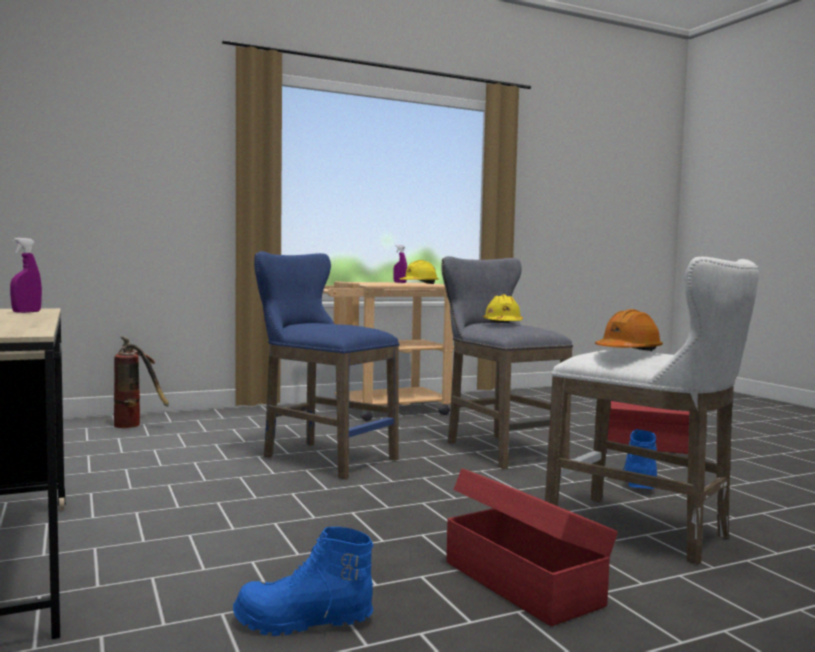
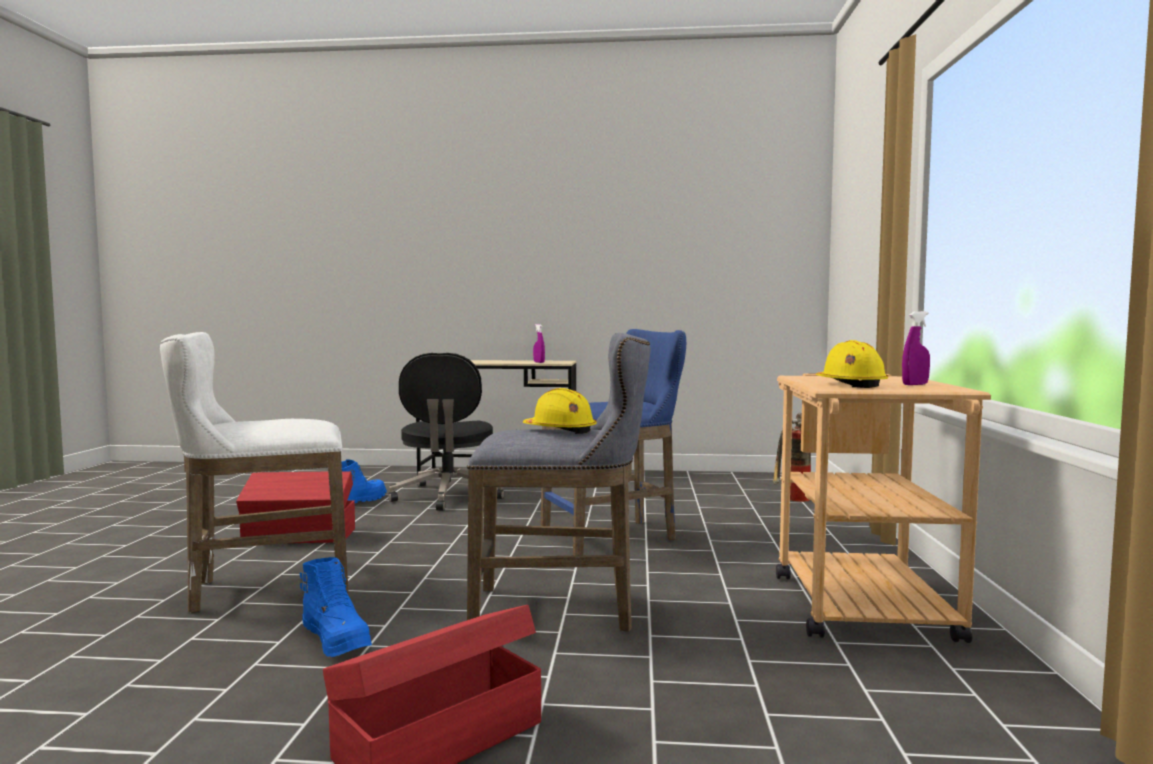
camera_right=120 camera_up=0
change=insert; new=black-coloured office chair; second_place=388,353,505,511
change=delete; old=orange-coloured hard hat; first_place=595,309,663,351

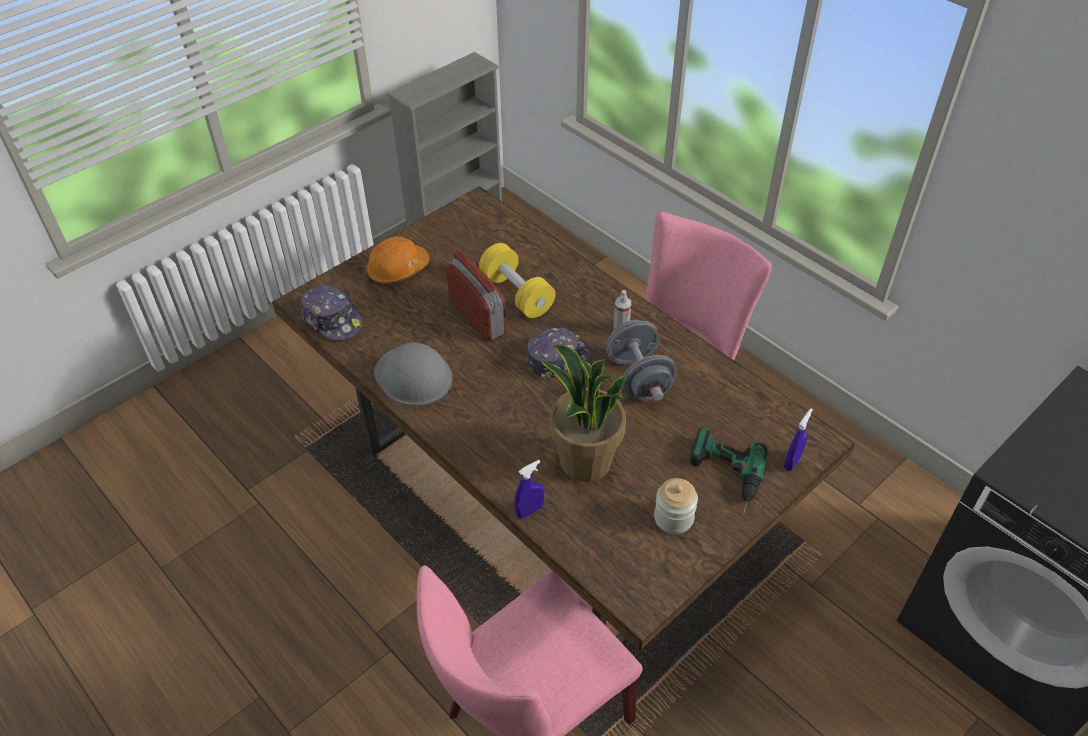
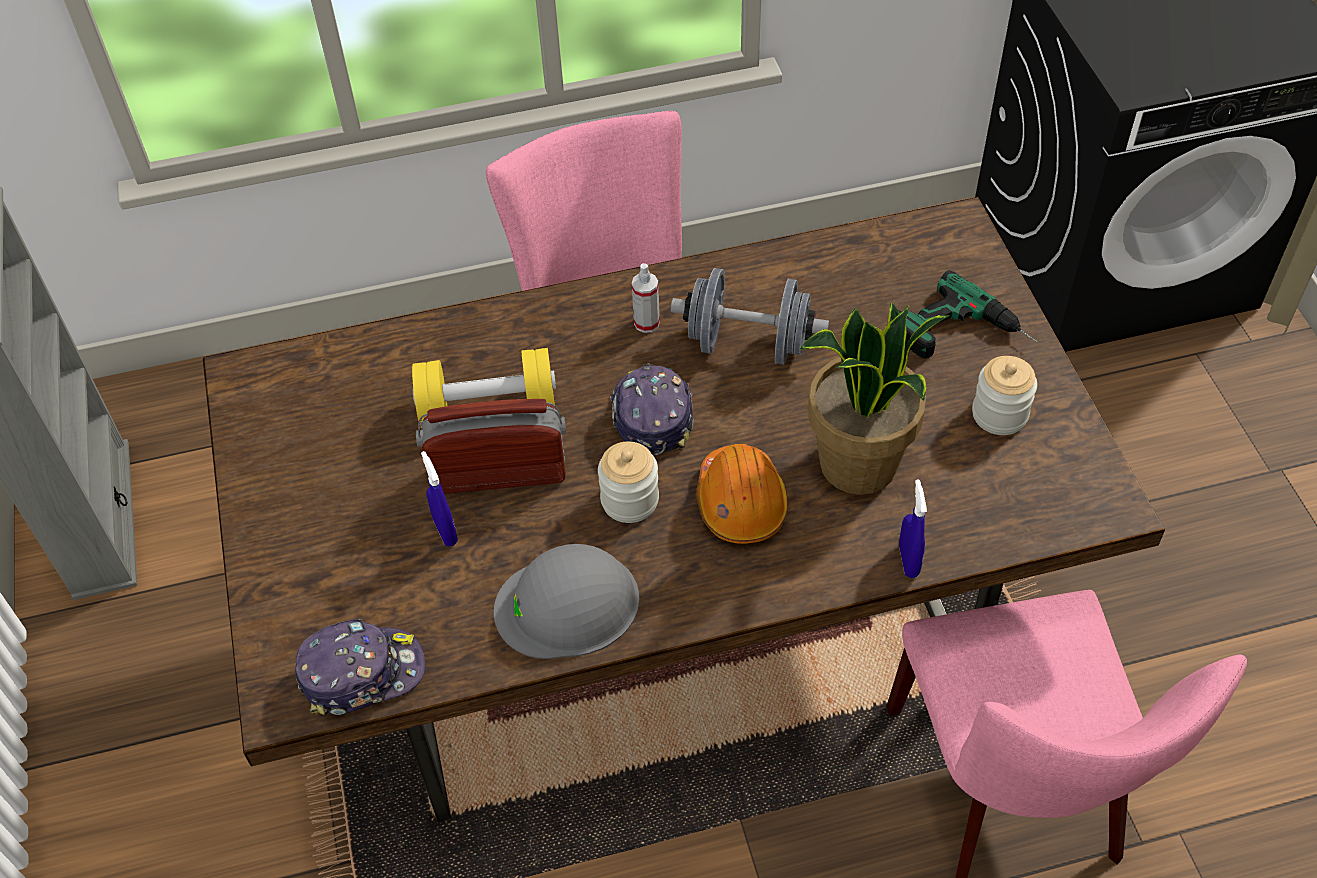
camera_right=-60 camera_up=5
change=move; old=blue-coloured hand sprayer; first_place=784,408,813,471; second_place=421,451,458,546
change=insert; new=storage jar; second_place=598,441,659,523
change=move; old=orange-coloured hard hat; first_place=366,236,429,284; second_place=697,444,788,544

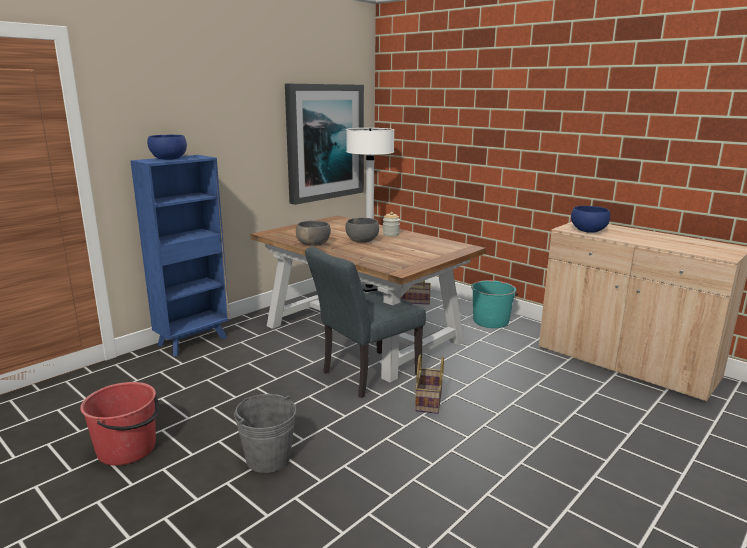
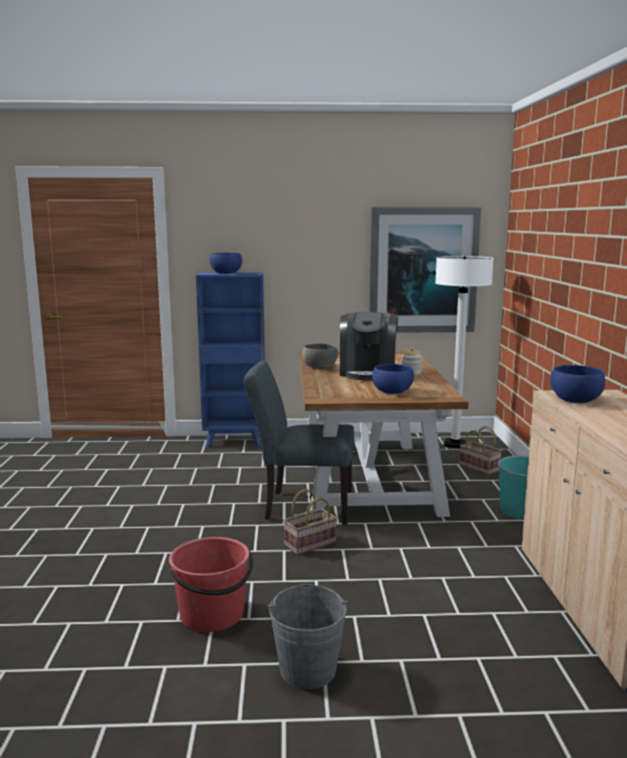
camera_right=45 camera_up=-5
change=move; old=red-coloured water bucket; first_place=80,382,159,465; second_place=169,537,253,632
change=move; old=greyish water bucket; first_place=234,394,296,473; second_place=268,584,347,689
change=replace; old=greyish bowl; new=coffee maker; first_place=345,218,379,243; second_place=340,312,398,381
change=insert; new=blue-coloured bowl; second_place=372,364,414,394

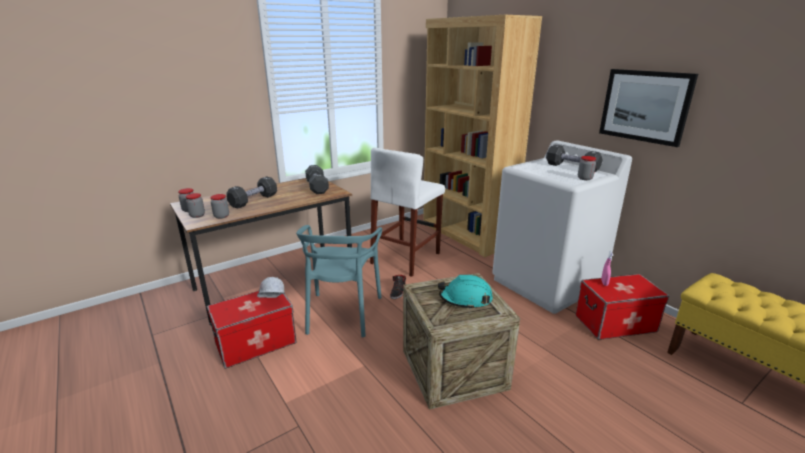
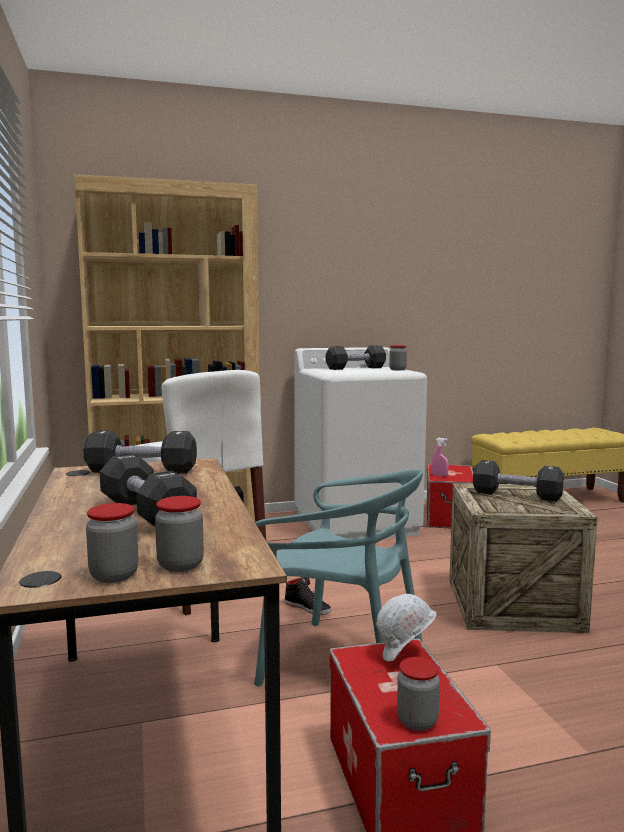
camera_right=-70 camera_up=-15
change=move; old=storage jar; first_place=210,194,229,219; second_place=397,657,440,731
change=replace; old=turquoise-coloured hard hat; new=black-coloured hand weight; first_place=438,275,493,310; second_place=473,460,564,501
change=delete; old=wall art; first_place=599,69,698,147

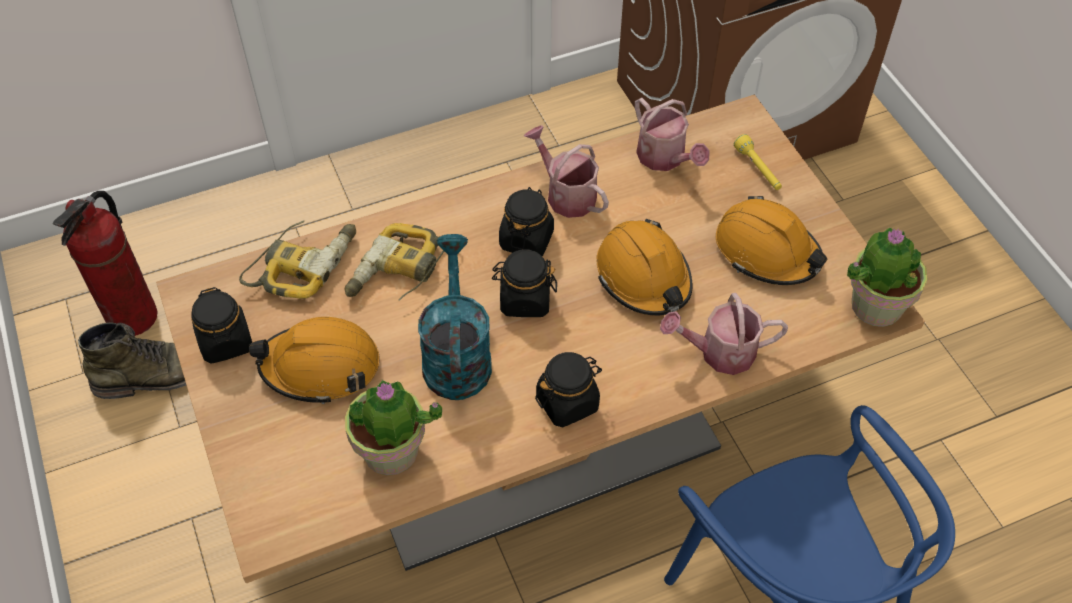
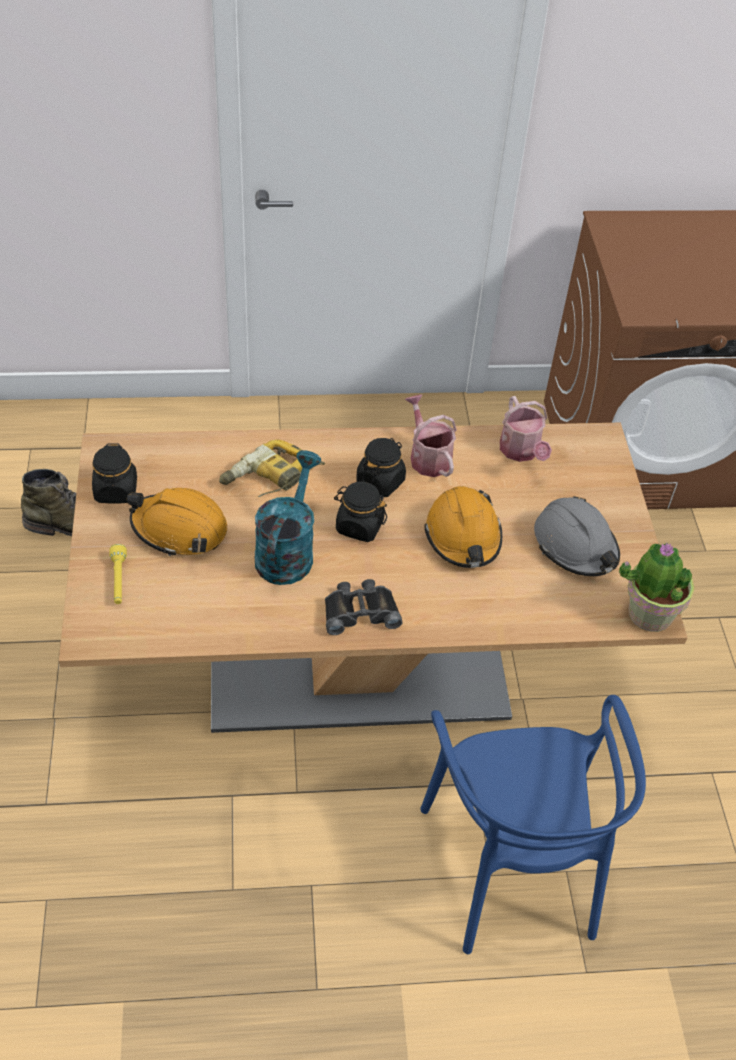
camera_right=15 camera_up=-5
change=move; old=yellow-coloured hand torch; first_place=734,134,782,190; second_place=109,544,127,604
change=replace; old=black-coloured storage jar; new=black-coloured pair of binoculars; first_place=535,352,602,427; second_place=325,579,403,635
change=recolor; old=orange-coloured hard hat; new=greyish hard hat; first_place=716,196,827,285; second_place=534,496,620,576
change=delete; old=fire-fighting cylinder; first_place=53,191,158,336
change=delete; old=power drill; first_place=239,220,356,299
change=delete; old=houseplant; first_place=345,380,442,475
change=delete; old=watering can; first_place=660,293,788,375

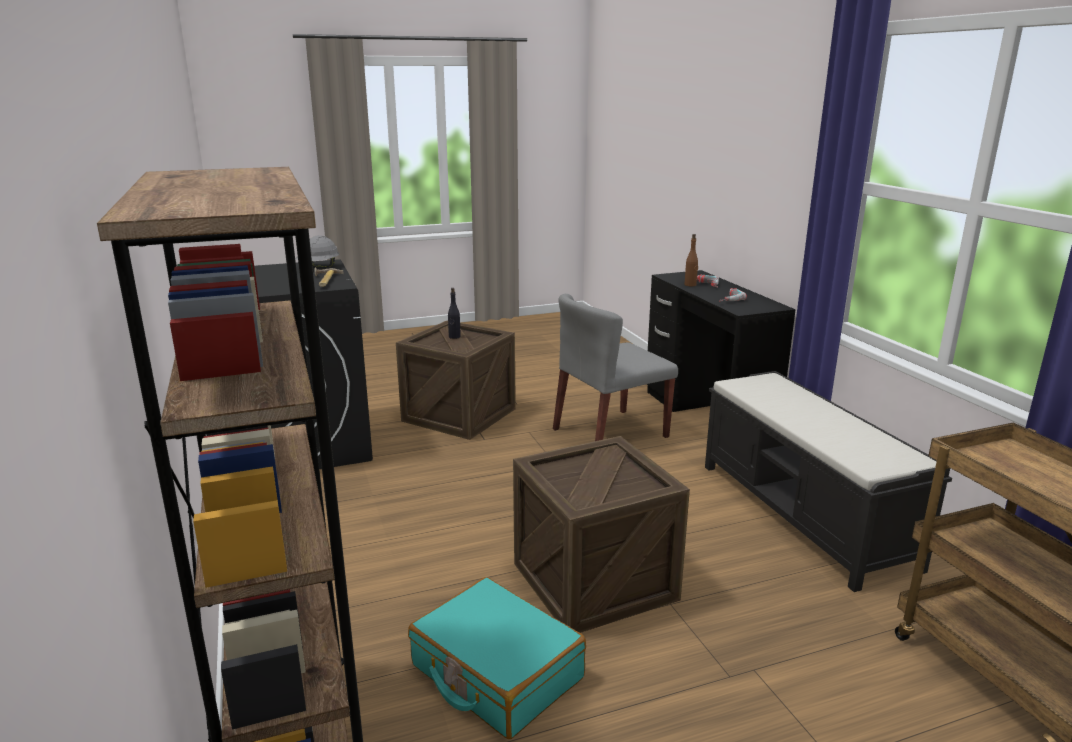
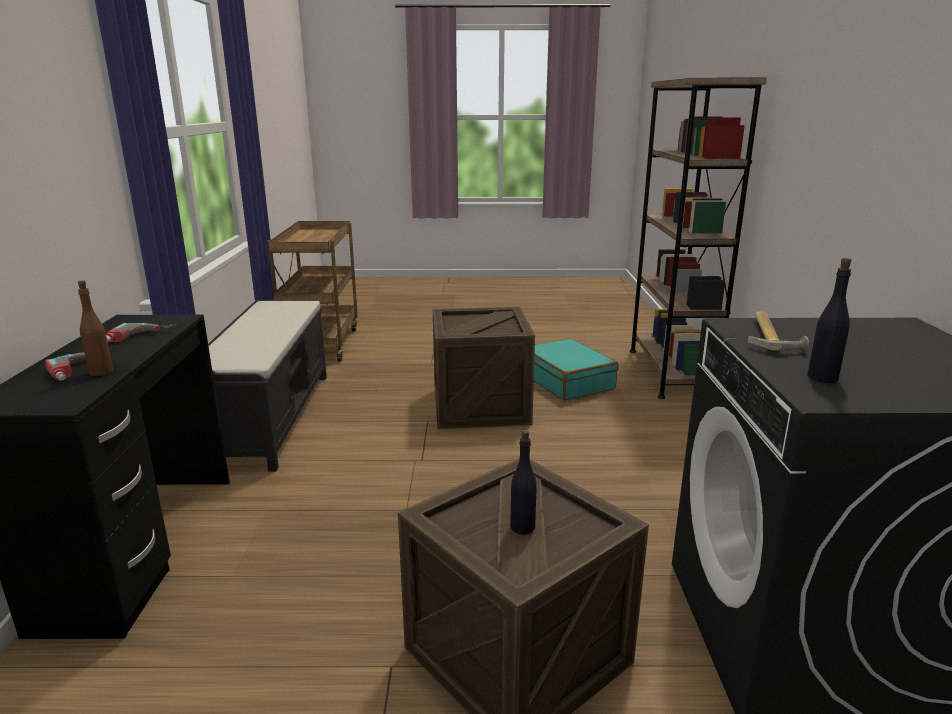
camera_right=-160 camera_up=0
change=replace; old=greyish hard hat; new=black-coloured drink bottle; first_place=296,235,339,268; second_place=807,258,851,383
change=delete; old=greyish upright chair; first_place=553,294,678,441

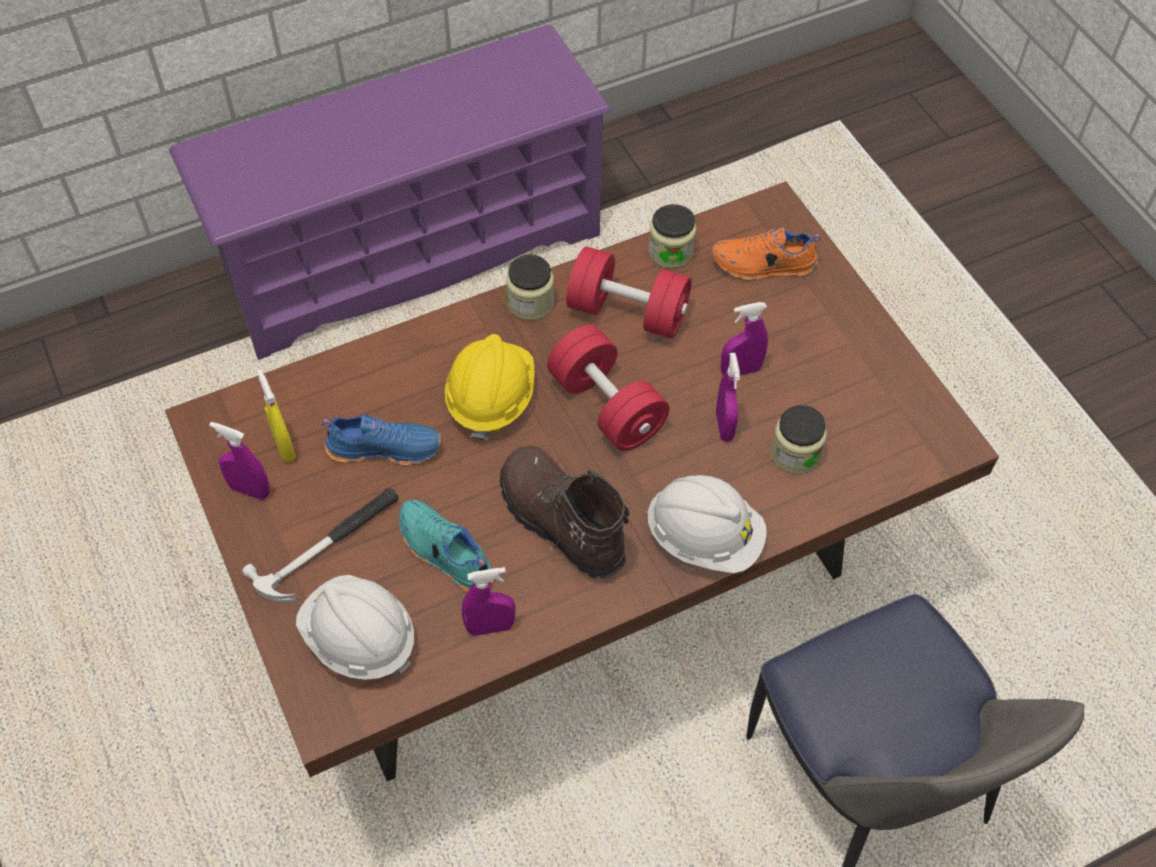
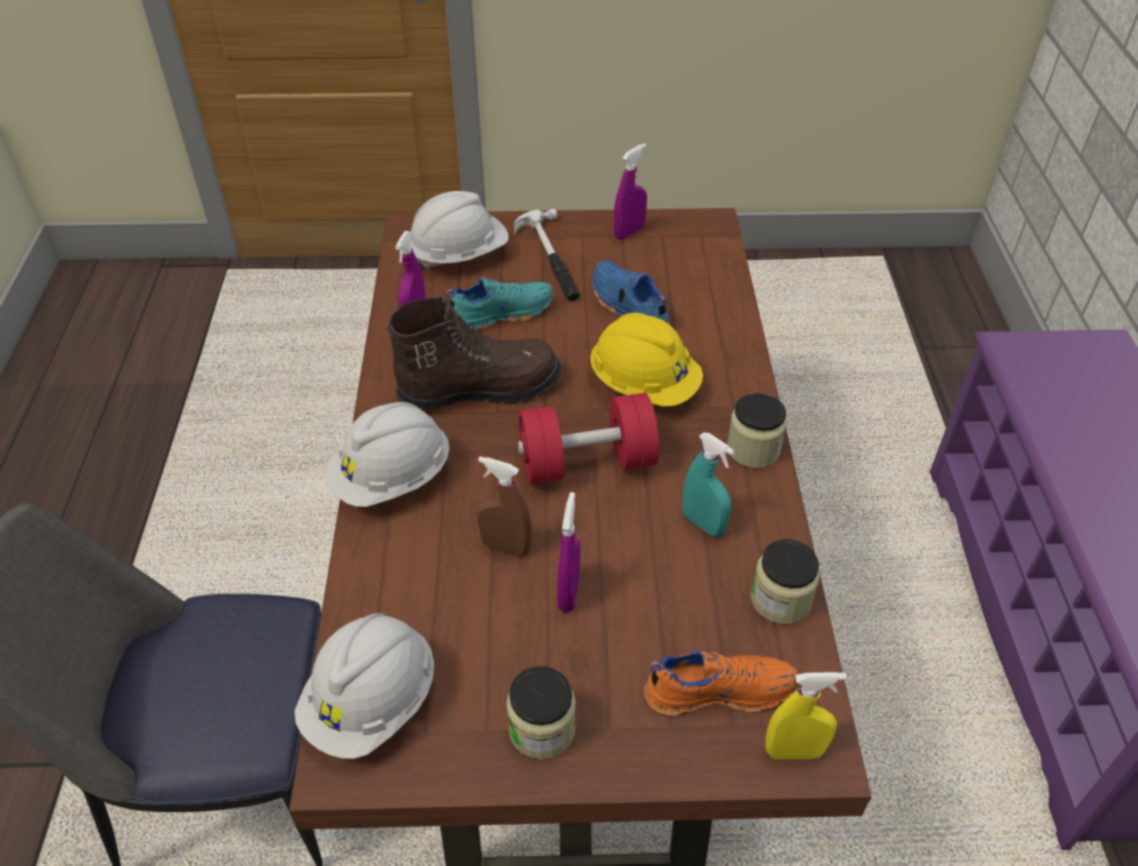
camera_right=115 camera_up=-10
change=insert; new=white-coloured hard hat; second_place=294,613,434,759
change=recolor; old=purple-coloured hand sprayer; new=brown hand sprayer; first_place=716,353,740,442; second_place=477,456,532,557
change=move; old=storage jar; first_place=771,405,827,474; second_place=506,666,576,759
change=rotate; old=blue-coloured item of footwear; first_place=322,415,442,466; second_place=593,261,670,325; degrees=120
change=rotate; old=orange-coloured item of footwear; first_place=712,227,820,281; second_place=643,650,798,716; degrees=60
change=replace; old=red-coloured hand weight; new=turquoise-coloured hand sprayer; first_place=566,246,692,339; second_place=683,432,735,537
change=move; old=yellow-coloured hand sprayer; first_place=257,370,296,462; second_place=765,672,847,759

